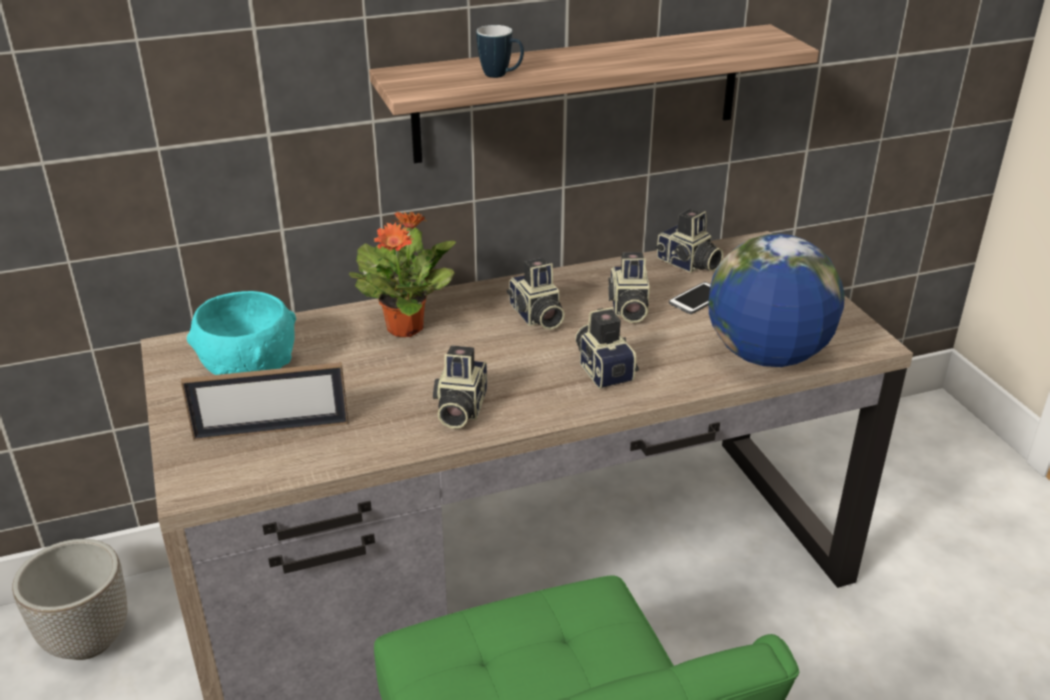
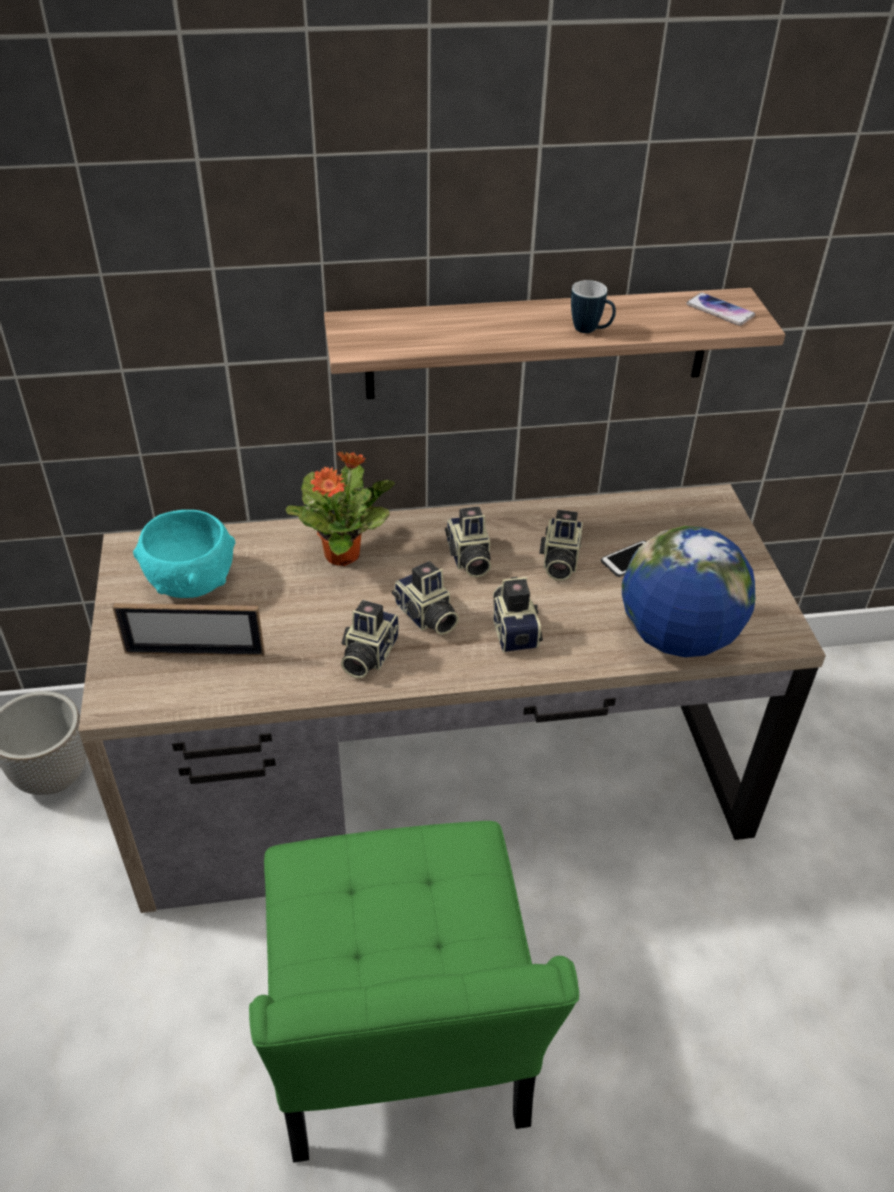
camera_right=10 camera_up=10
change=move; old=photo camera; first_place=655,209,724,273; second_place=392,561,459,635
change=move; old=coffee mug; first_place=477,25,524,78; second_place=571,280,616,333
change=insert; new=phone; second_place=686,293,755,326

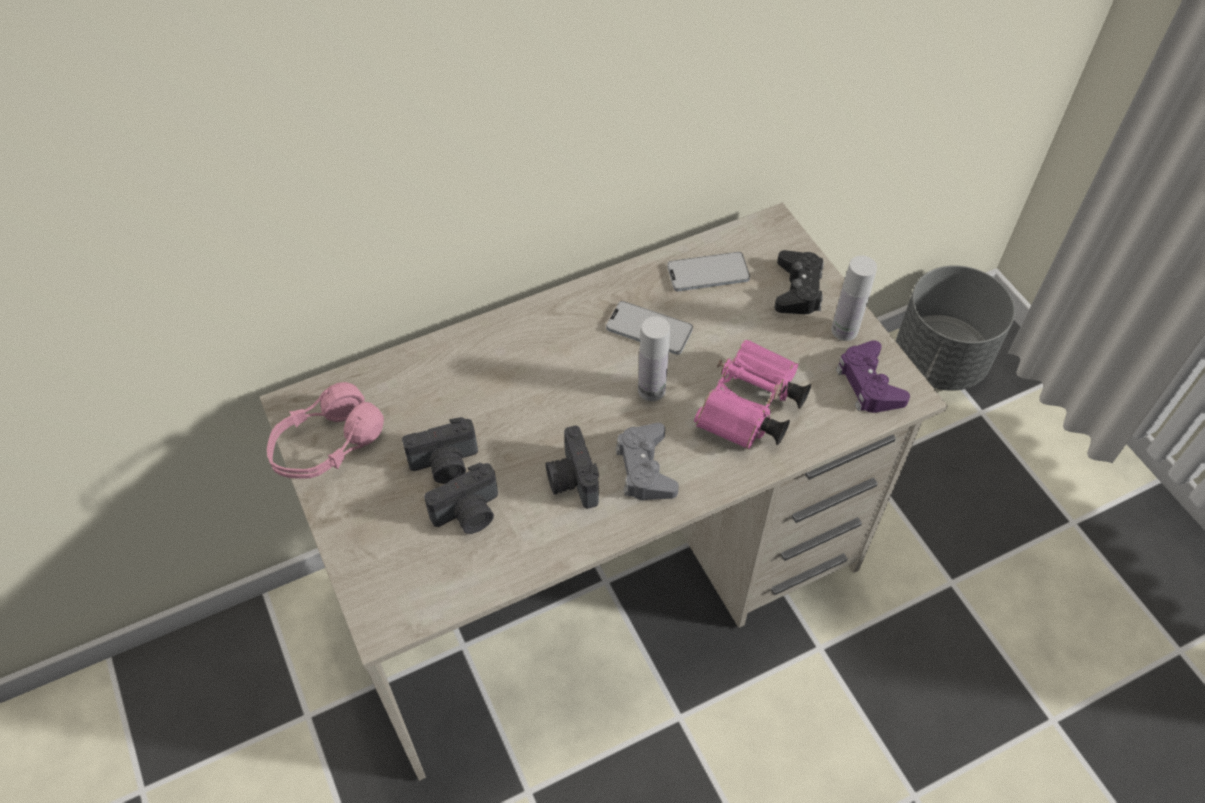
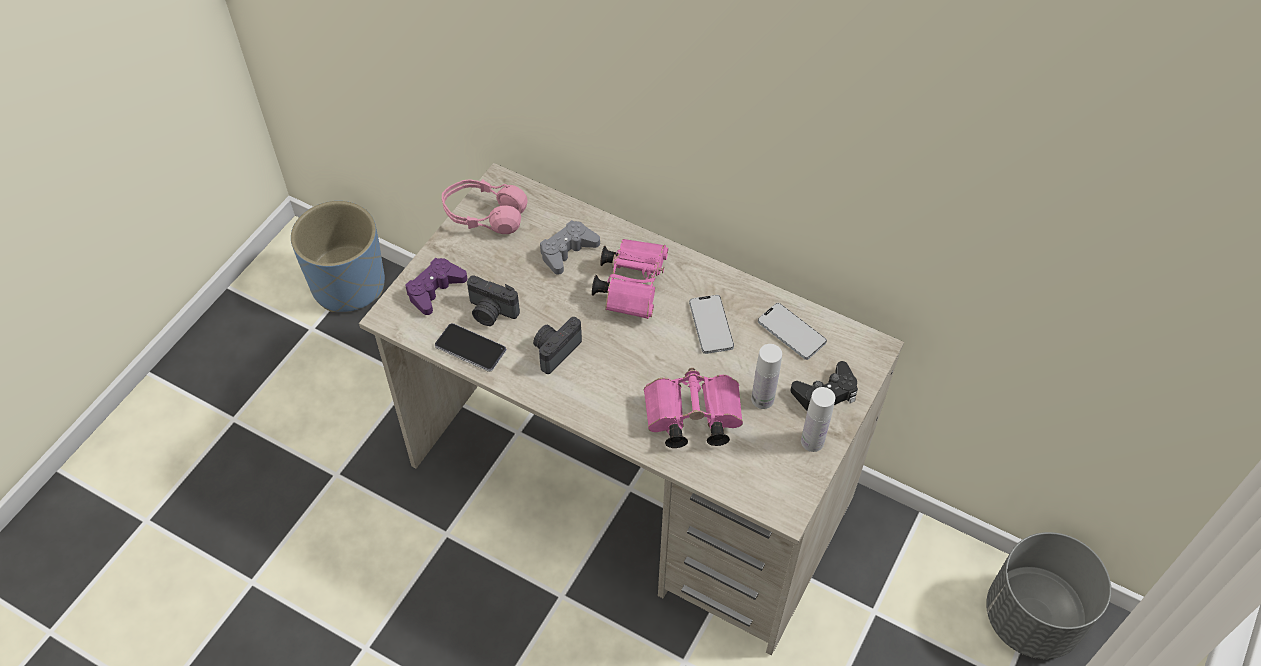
camera_right=55 camera_up=0
change=insert; new=blue-coloured flower pot; second_place=291,201,385,312
change=move; old=purple-coloured gamepad; first_place=836,340,910,413; second_place=405,258,467,315
change=insert; new=phone; second_place=435,323,506,372
change=move; old=greyish gamepad; first_place=616,423,679,500; second_place=540,220,600,275
change=insert; new=pinkish pair of binoculars; second_place=592,239,668,319
change=move; old=white-coloured drink bottle; first_place=638,316,670,401; second_place=751,344,782,409
change=delete; old=photo camera; first_place=402,417,478,484

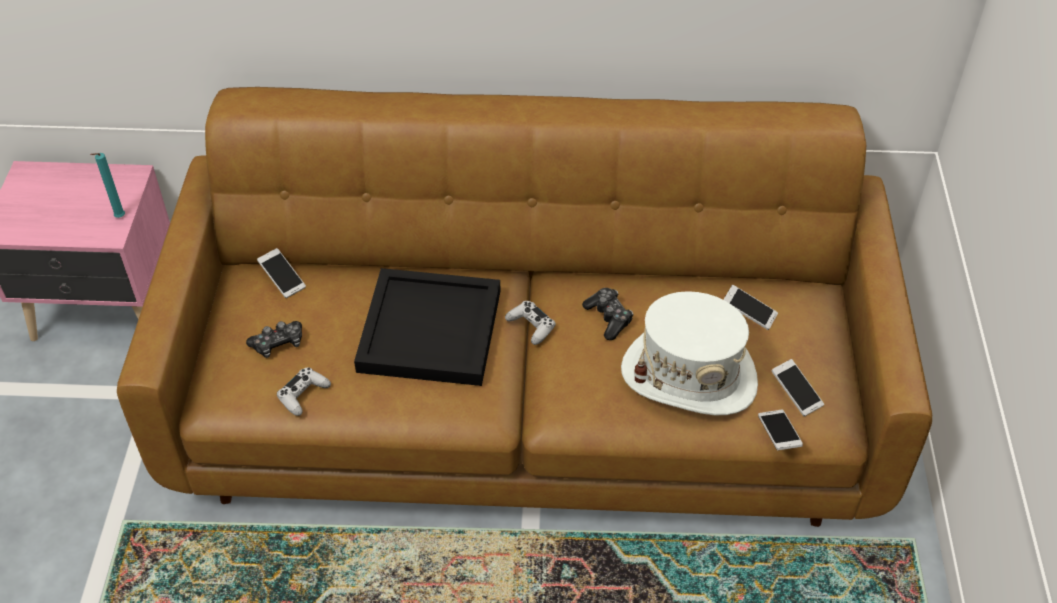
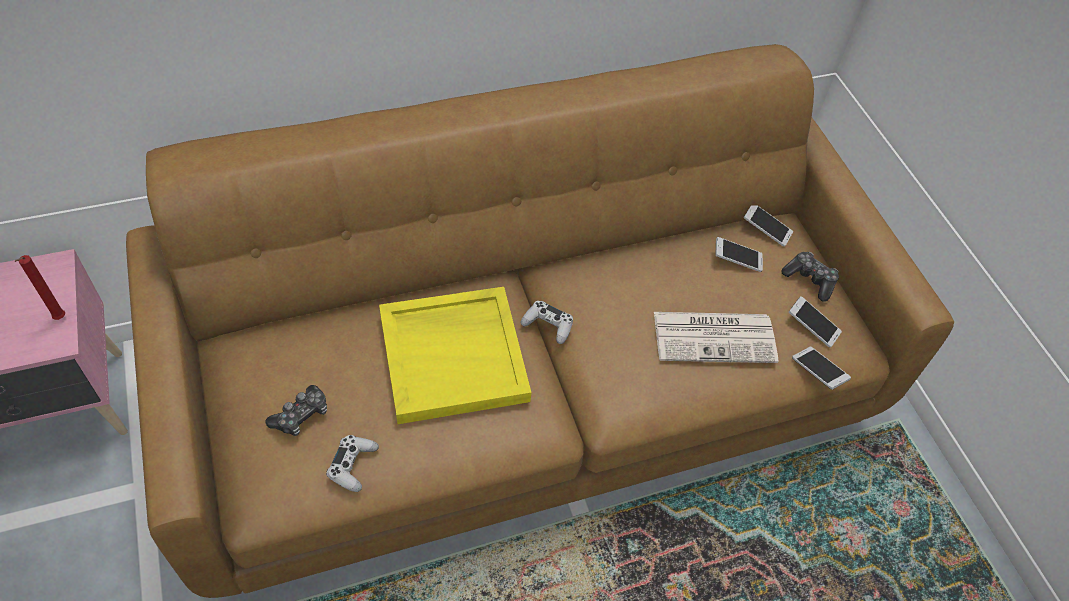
camera_right=-25 camera_up=5
change=recolor; old=turquoise-coloured candle; new=red-coloured candle; first_place=91,153,125,218; second_place=15,255,65,320
change=recolor; old=black-coloured carrying tray; new=yellow-coloured carrying tray; first_place=354,268,500,386; second_place=379,287,532,424
change=replace; old=white-coloured clothing hat; new=daily paper; first_place=621,291,758,415; second_place=654,312,778,363
change=move; old=phone; first_place=257,248,306,298; second_place=744,205,793,247
change=move; old=gamepad; first_place=582,288,633,340; second_place=781,252,839,302

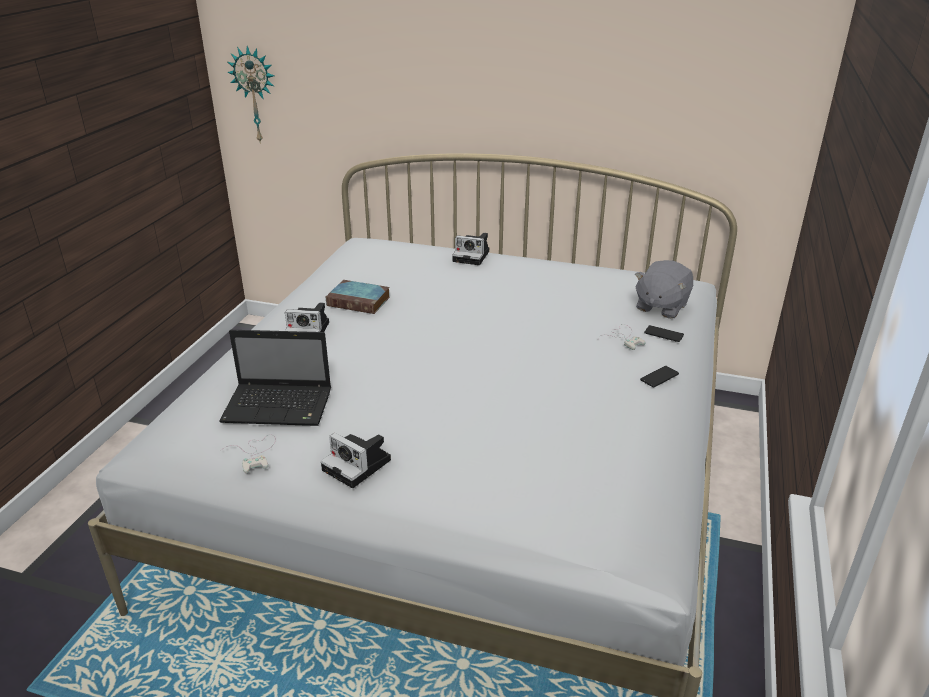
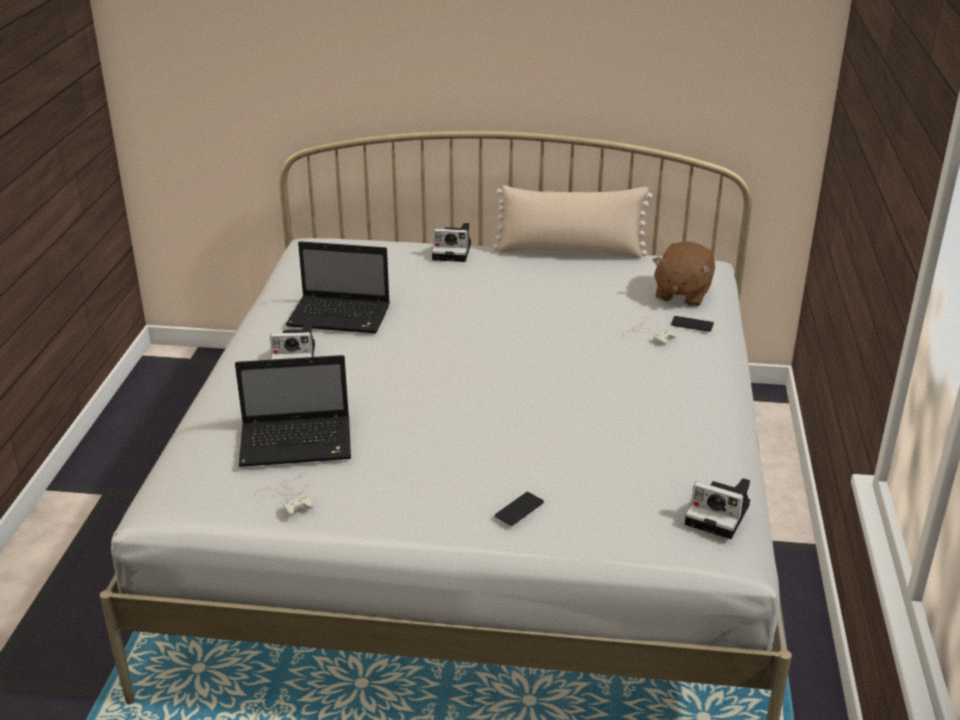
camera_right=-10 camera_up=0
change=replace; old=volume; new=laptop; first_place=326,280,390,314; second_place=286,241,390,333
change=insert; new=sand-coloured pillow; second_place=493,185,653,258
change=move; old=phone; first_place=640,366,679,387; second_place=495,492,544,526
change=recolor; old=greyish soft toy; new=brown soft toy; first_place=635,260,693,319; second_place=652,242,715,307
change=move; old=photo camera; first_place=321,433,391,488; second_place=685,478,750,539
change=delete; old=hanging clock; first_place=227,46,275,144

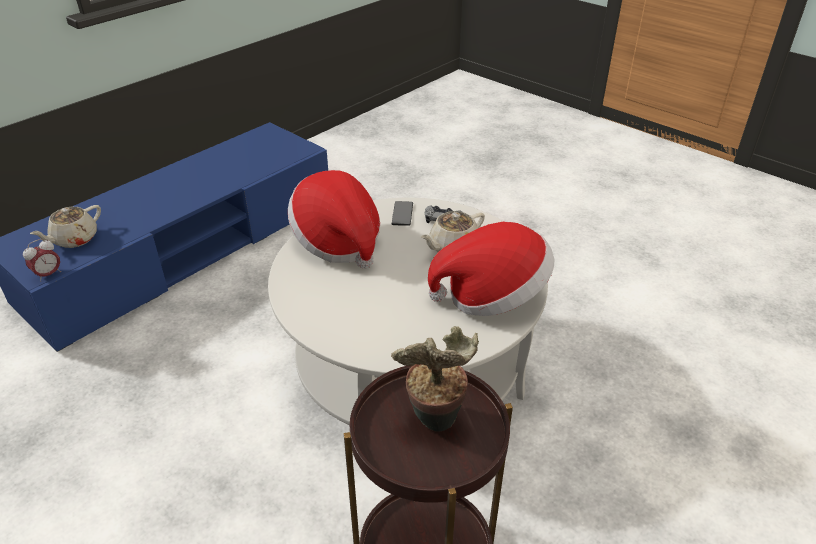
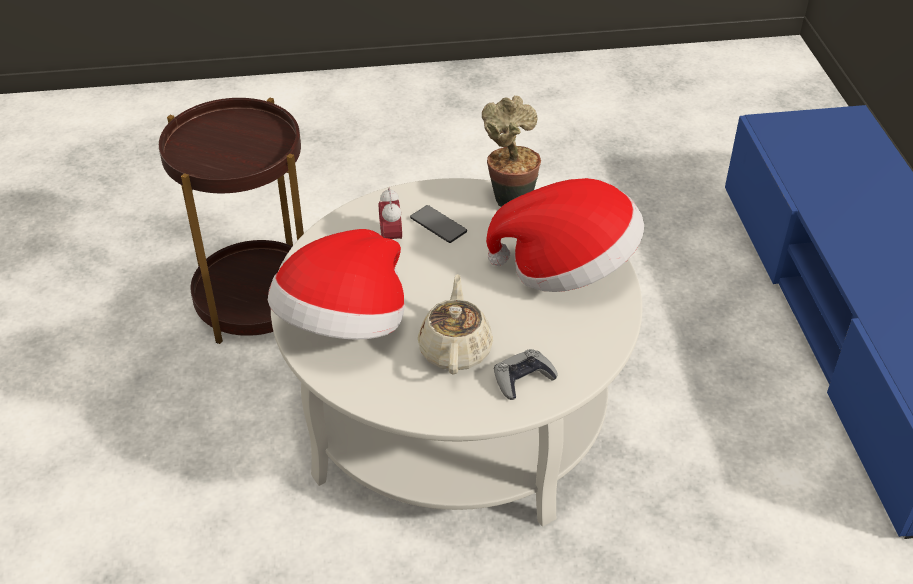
camera_right=130 camera_up=5
change=move; old=alarm clock; first_place=23,239,61,282; second_place=379,187,402,239
change=move; old=phone; first_place=392,201,413,226; second_place=410,205,467,243
change=move; old=houseplant; first_place=391,326,479,432; second_place=482,96,541,207
change=delete; old=sand-coloured teapot; first_place=30,205,101,248

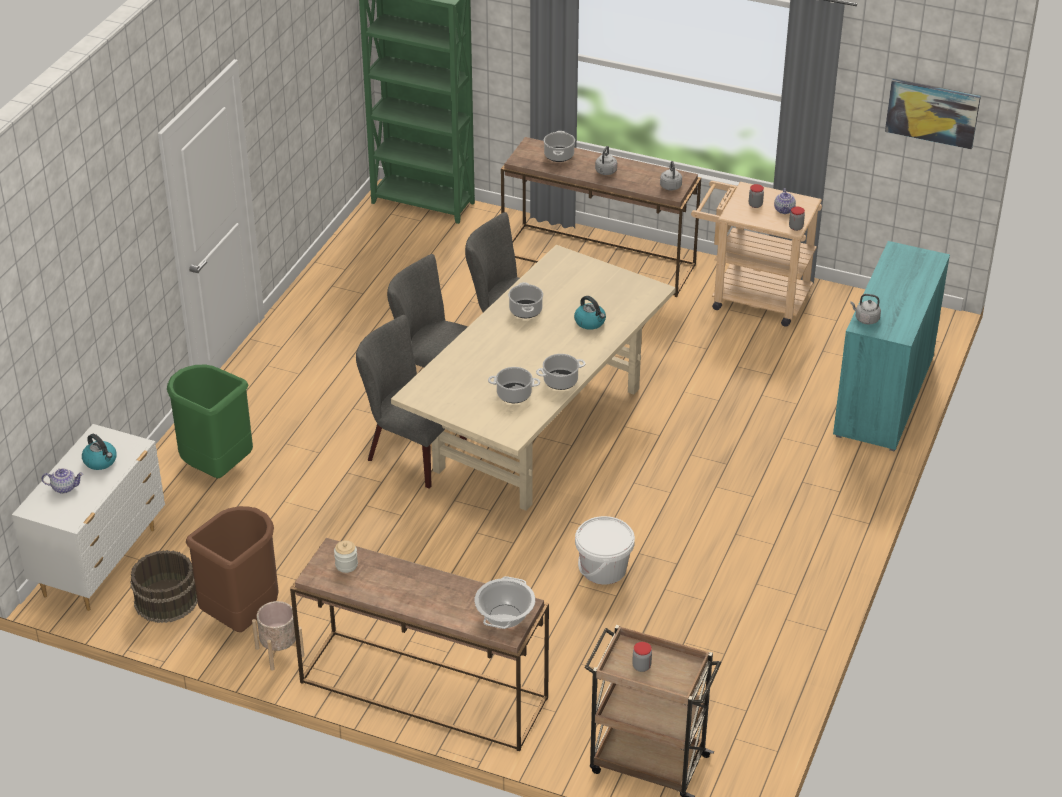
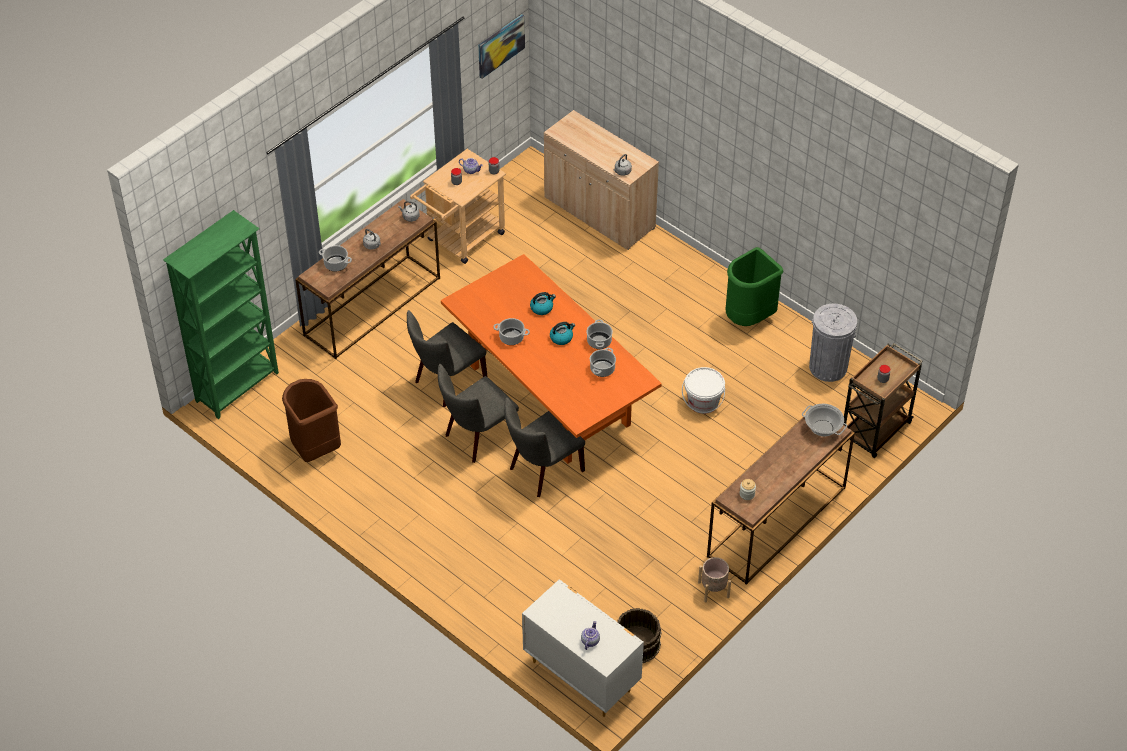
camera_right=-70 camera_up=10
change=move; old=brown trash can; first_place=186,506,279,632; second_place=282,379,341,462
change=recolor; old=sand-coloured kitchen table; new=orange-coloured kitchen table; first_place=391,245,676,511; second_place=441,254,662,464
change=recolor; old=turquoise-coloured storage cabinet; new=sand-coloured storage cabinet; first_place=833,241,950,451; second_place=544,110,659,250
change=move; old=tea kettle; first_place=82,434,117,470; second_place=550,322,575,345
change=move; old=green-coloured trash can; first_place=167,365,253,478; second_place=726,247,784,326
change=insert; new=greyish trash can; second_place=809,304,857,382

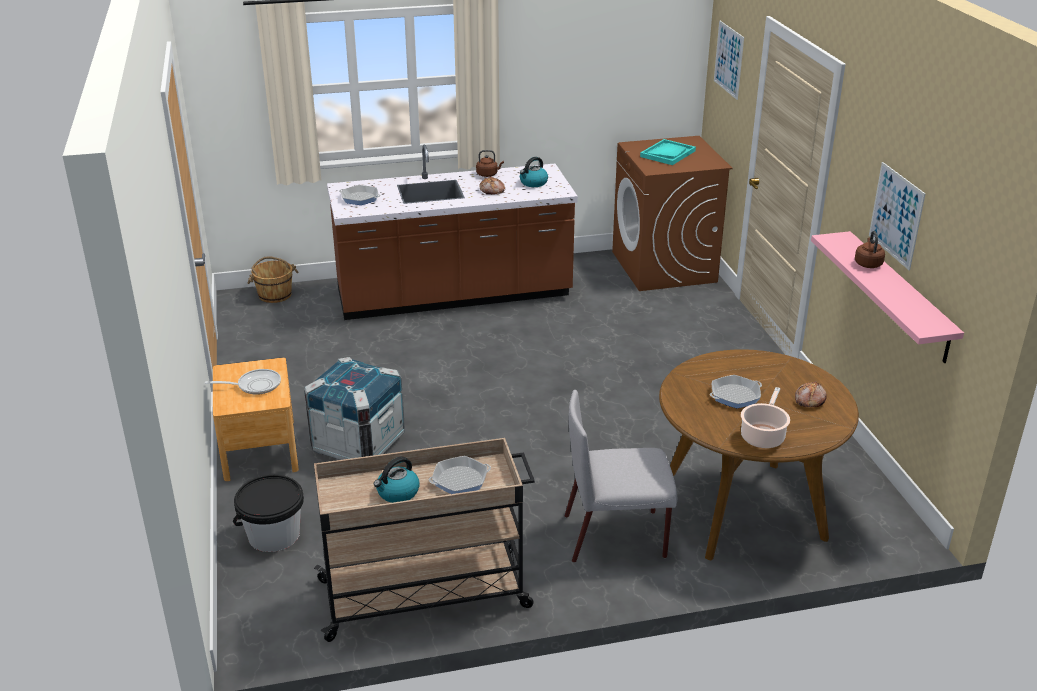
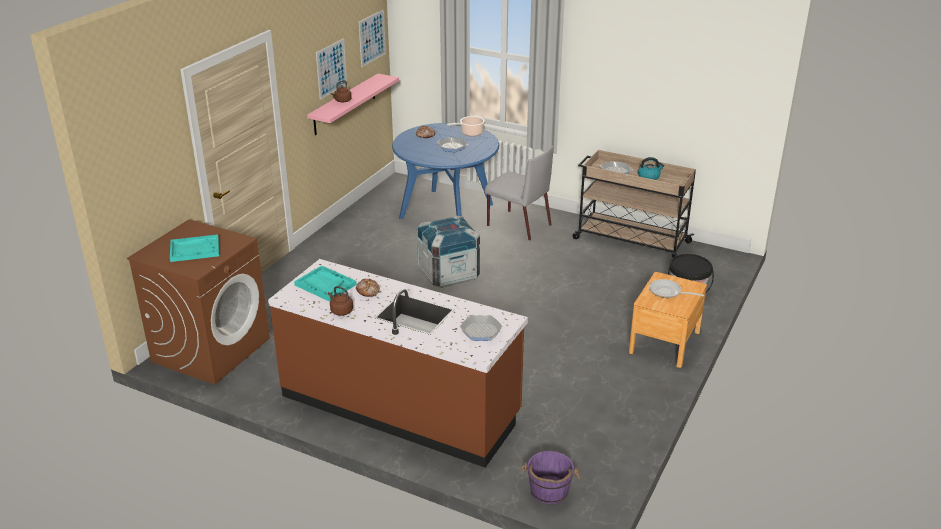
camera_right=-140 camera_up=0
change=replace; old=tea kettle; new=turquoise-coloured carrying tray; first_place=520,157,548,187; second_place=294,266,357,302
change=move; old=wall art; first_place=714,20,744,100; second_place=359,10,386,67
change=recolor; old=brown kitchen table; new=blue-coloured kitchen table; first_place=659,349,859,560; second_place=392,123,499,219
change=move; old=crate; first_place=304,357,405,460; second_place=417,216,480,288
change=recolor; old=brown water bucket; new=purple-coloured water bucket; first_place=248,256,298,303; second_place=520,451,580,504

